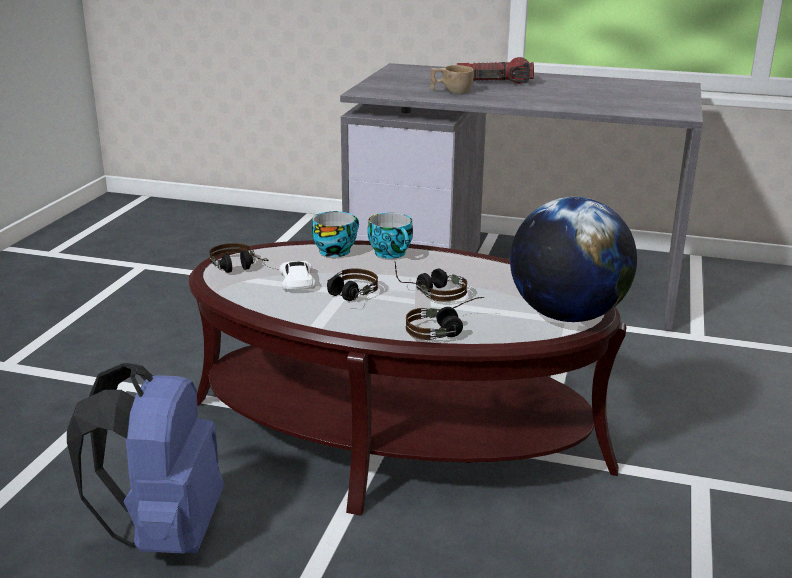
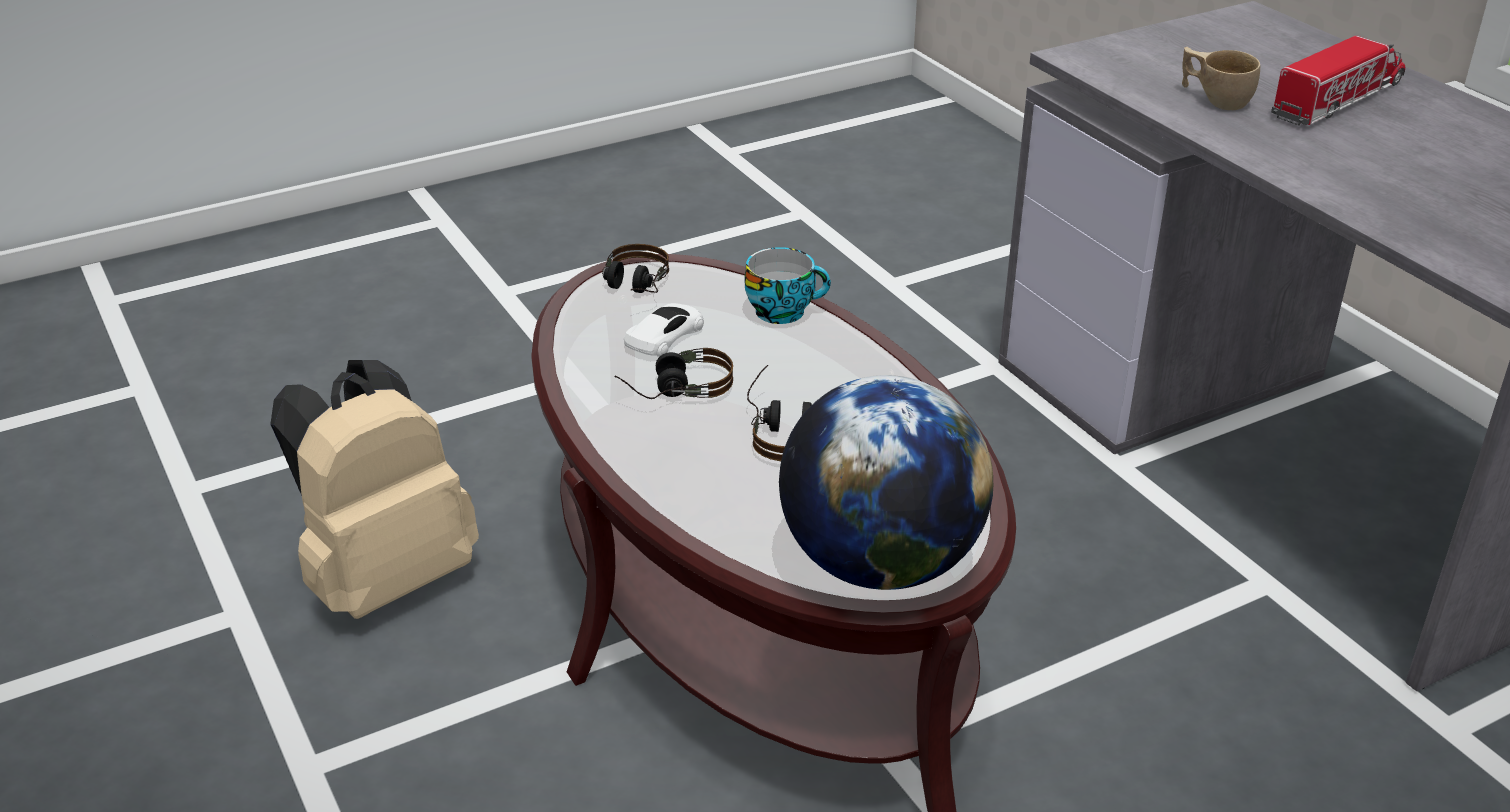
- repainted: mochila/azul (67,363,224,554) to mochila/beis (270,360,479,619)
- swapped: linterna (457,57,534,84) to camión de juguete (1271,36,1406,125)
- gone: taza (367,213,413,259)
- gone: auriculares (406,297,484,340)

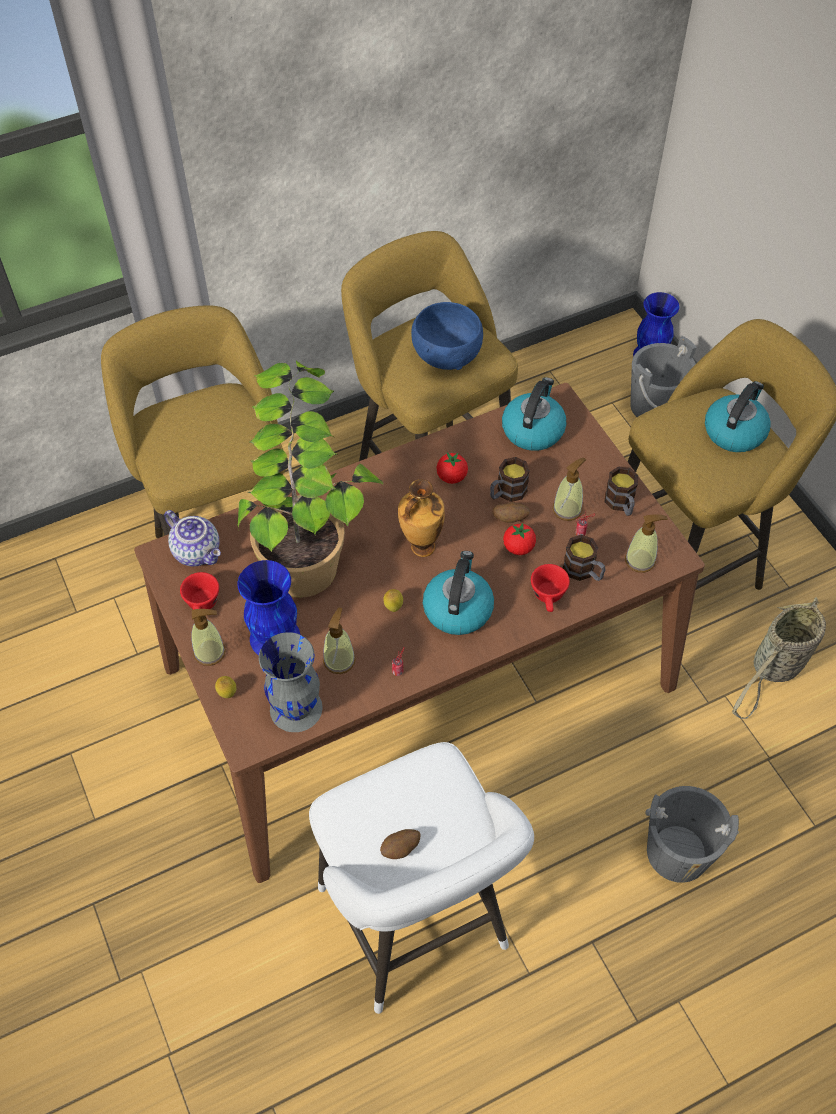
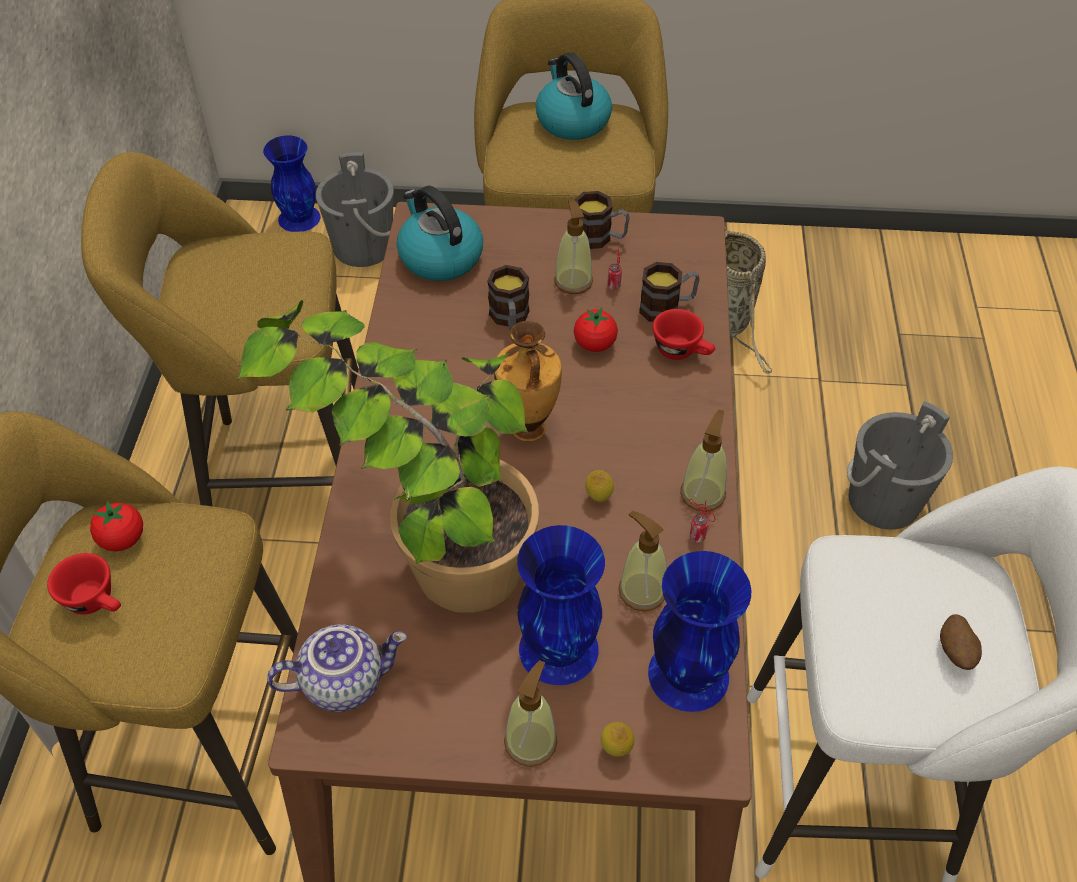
- shifted: taza/rojo (180,572,219,610) to (47,553,121,614)
- shifted: tomate (436,452,468,484) to (90,501,143,551)
- repainted: florero/gris (259,632,323,732) to florero/azul (648,551,751,712)
- shifted: dispensador de jabón (625,515,668,573) to (680,410,727,512)
- gone: cuenco/azul (411,302,483,370)
- gone: hervidor (423,551,494,635)
- gone: patata (492,502,530,523)

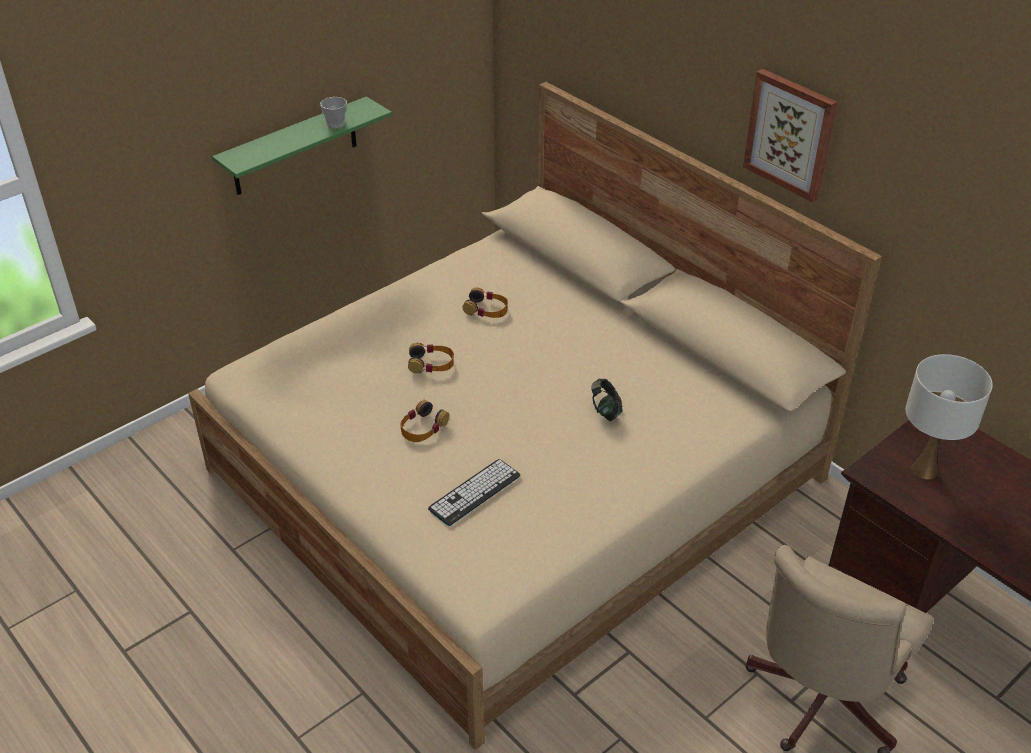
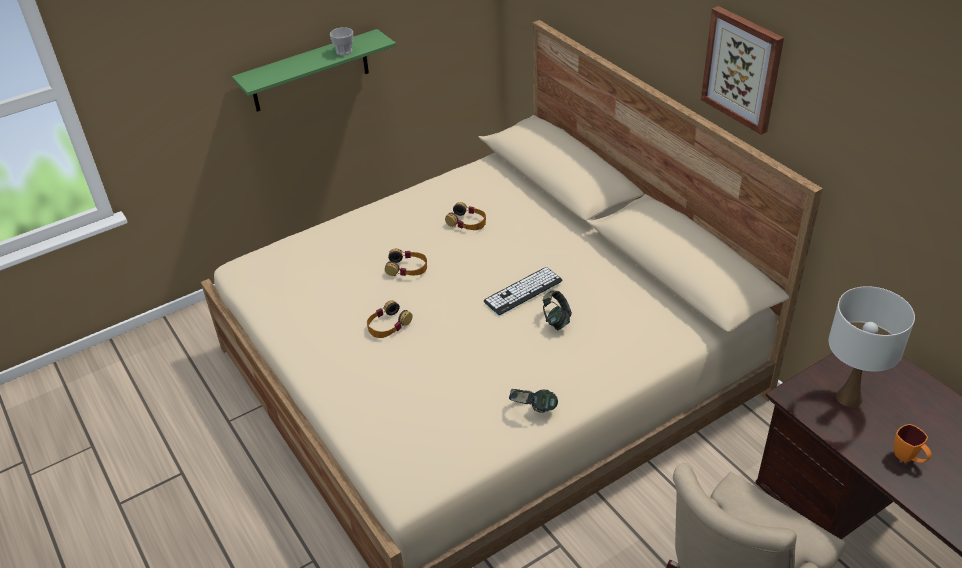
- shifted: teclado (428,459,520,526) to (484,267,562,315)
- new: auriculares (509,389,558,413)
- new: taza grande/naranja (894,424,932,463)

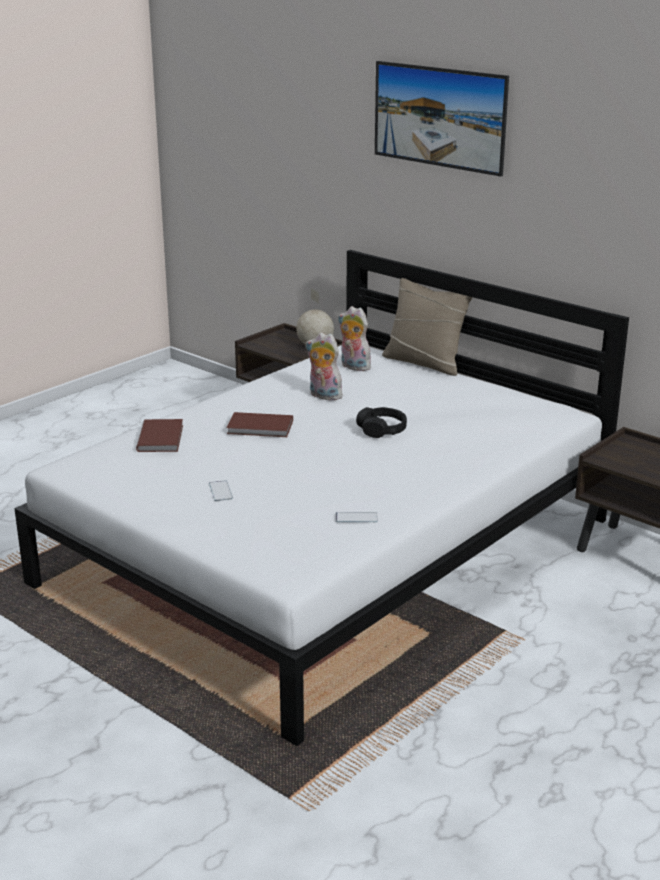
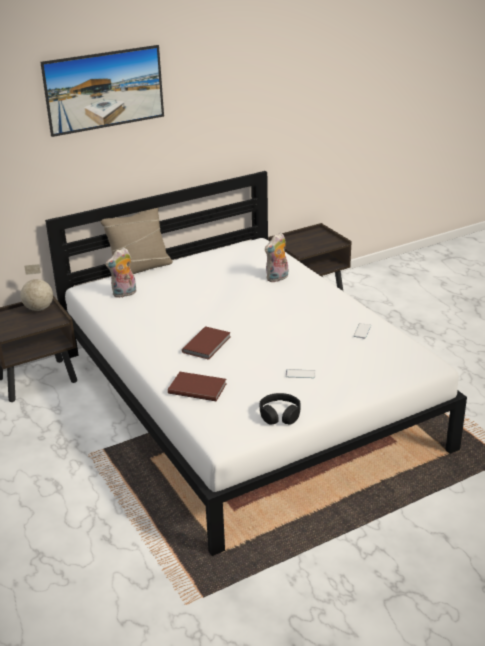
- shifted: auriculares/negro (356,407,407,438) to (260,393,301,425)
- shifted: peluche (305,332,343,401) to (265,233,288,283)

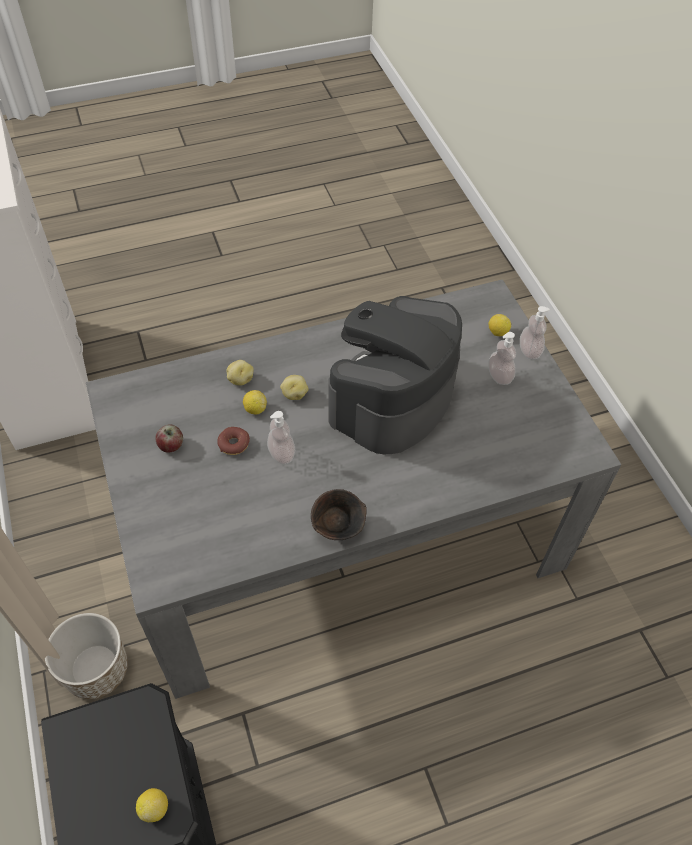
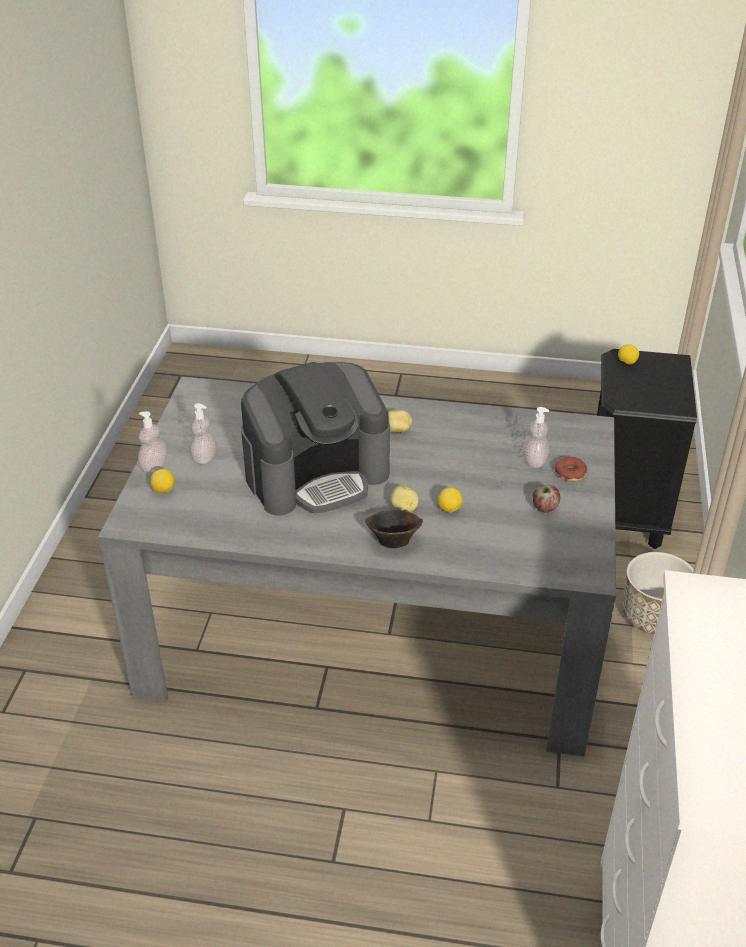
- shifted: cuenco/marrón (311,489,367,540) to (365,510,423,548)
- shifted: patata (227,360,254,385) to (388,410,412,433)
- shifted: dispensador de jabón (267,411,295,465) to (523,407,549,468)
- shifted: rosquilla (217,427,250,455) to (555,457,587,482)

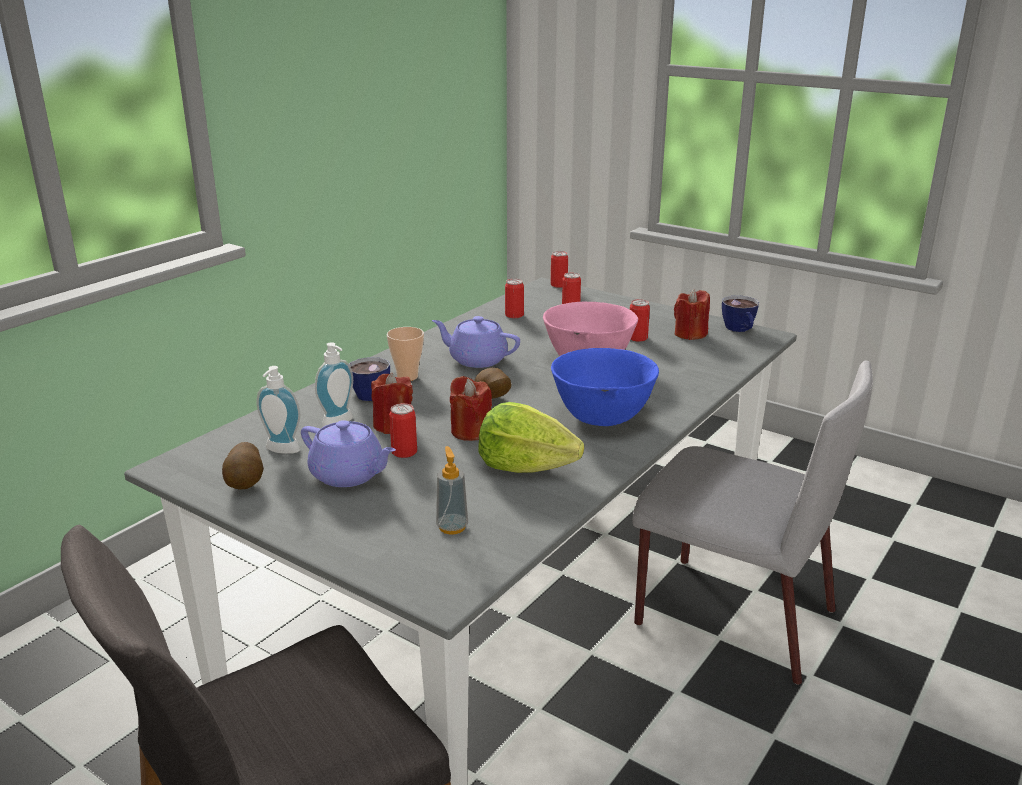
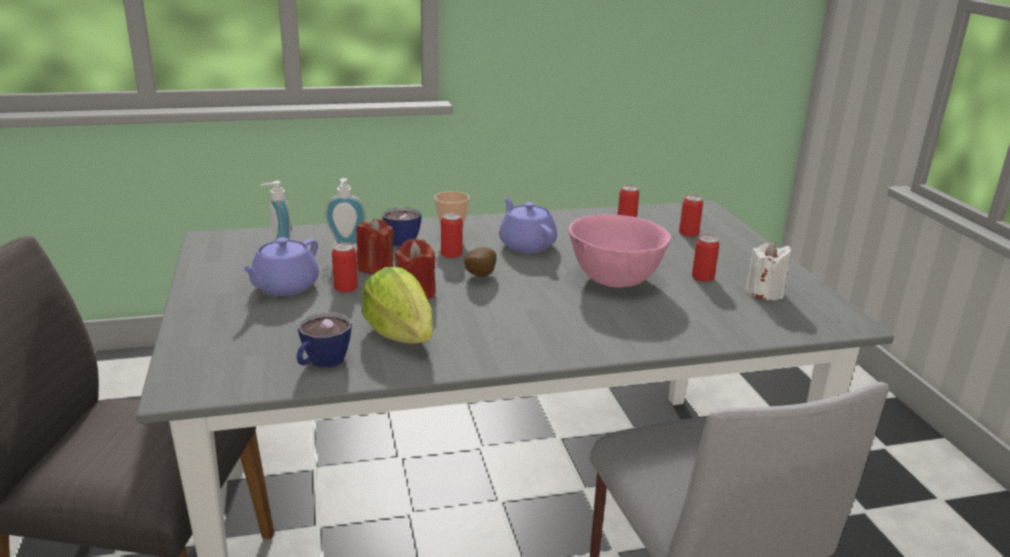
- rotated: tetera/morado (301,420,396,487) = (241,238,319,296) 45 degrees clockwise
- shifted: taza (722,295,759,332) to (296,312,352,367)
- shifted: lata (550,251,568,288) to (441,213,463,258)
- repainted: vela/rojo (674,289,710,340) to vela/blanco (746,241,791,300)
- gone: patata (222,442,264,489)
- gone: dispensador de jabón (436,446,468,535)
- gone: cuenco/azul (551,348,659,426)

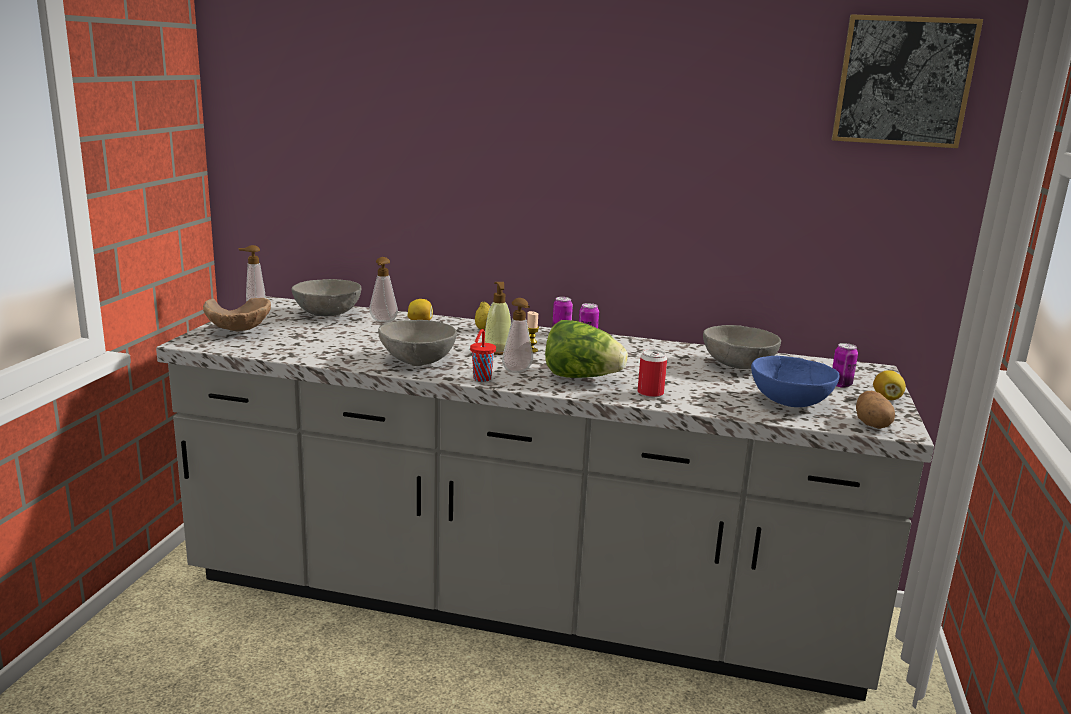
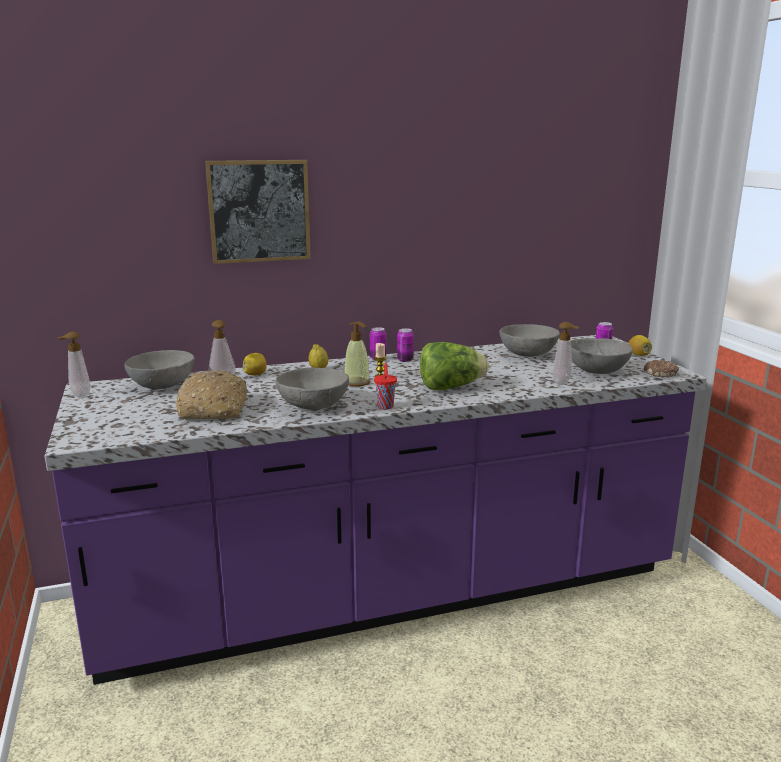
- repainted: mueble bajo de cocina/gris (156,296,934,701) to mueble bajo de cocina/morado (45,335,707,685)
- new: pan (176,370,247,419)
- shifted: cuadro (831,14,983,148) to (205,160,311,264)
- shifted: dispensador de jabón (502,298,533,373) to (552,322,579,385)
- repainted: cuenco/azul (751,356,840,407) to cuenco/gris (571,338,633,374)
- swapped: patata (856,391,895,429) to rosquilla (644,360,679,377)
- gone: cuenco/marrón (203,298,271,331)
- gone: lata (638,349,667,398)

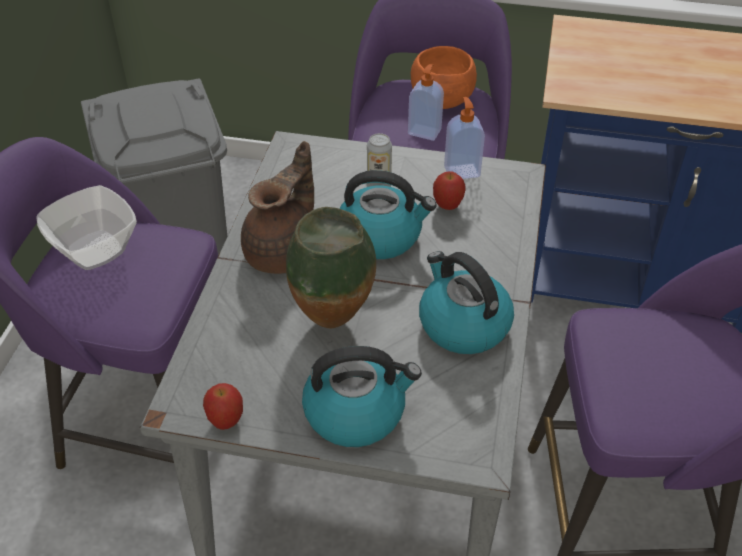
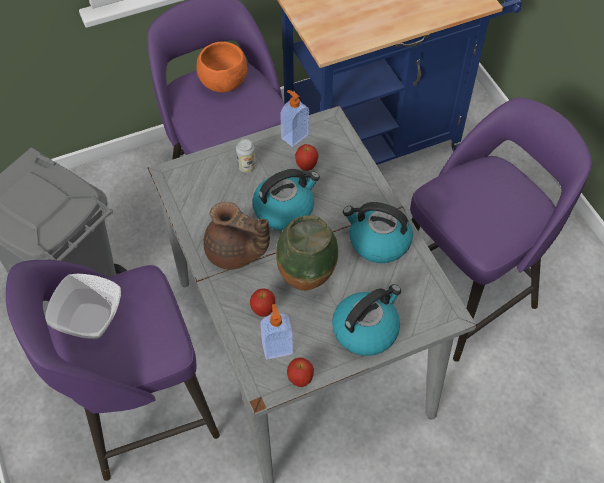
- rotated: tetera/marrón (241,141,314,274) = (203,202,270,270) 120 degrees clockwise
- new: manzana (250,288,275,317)
- shifted: dispensador de jabón (408,64,444,141) to (260,304,293,359)

